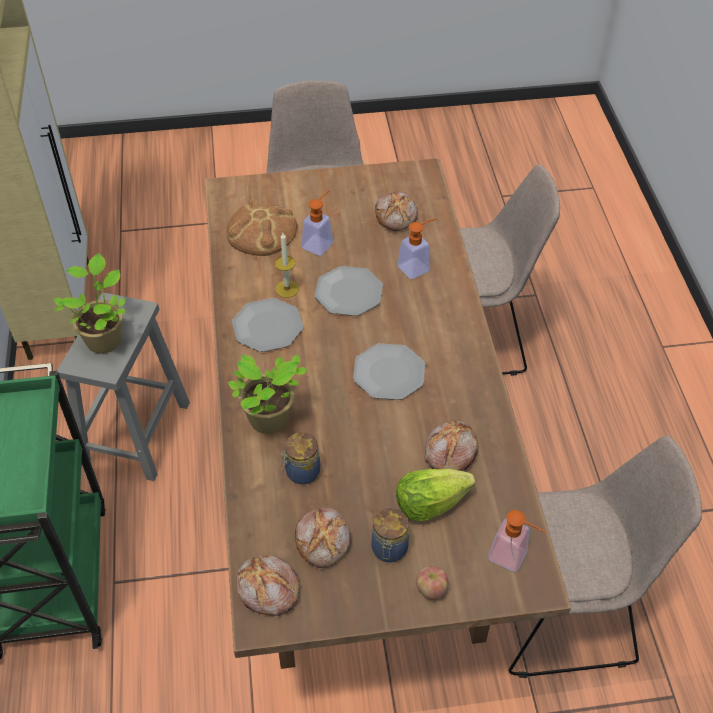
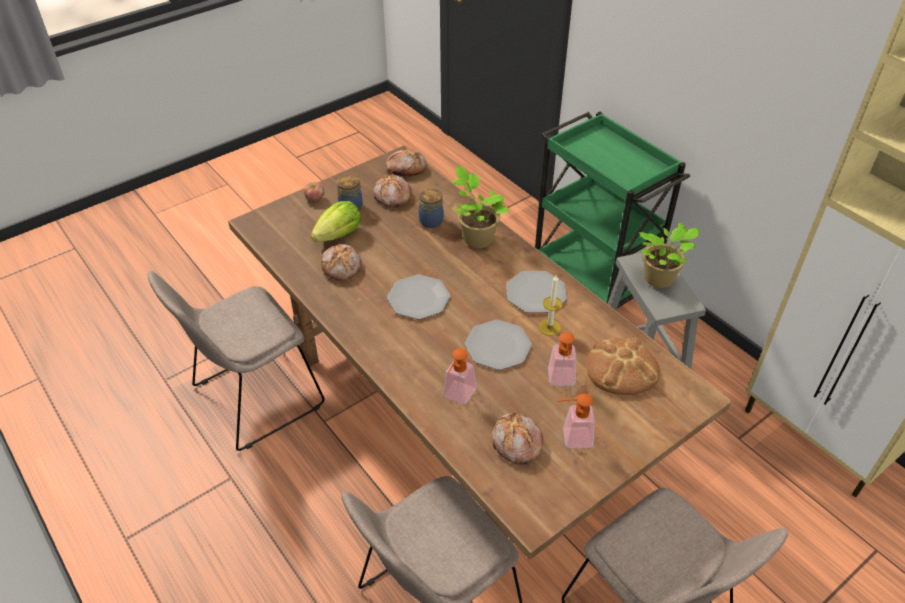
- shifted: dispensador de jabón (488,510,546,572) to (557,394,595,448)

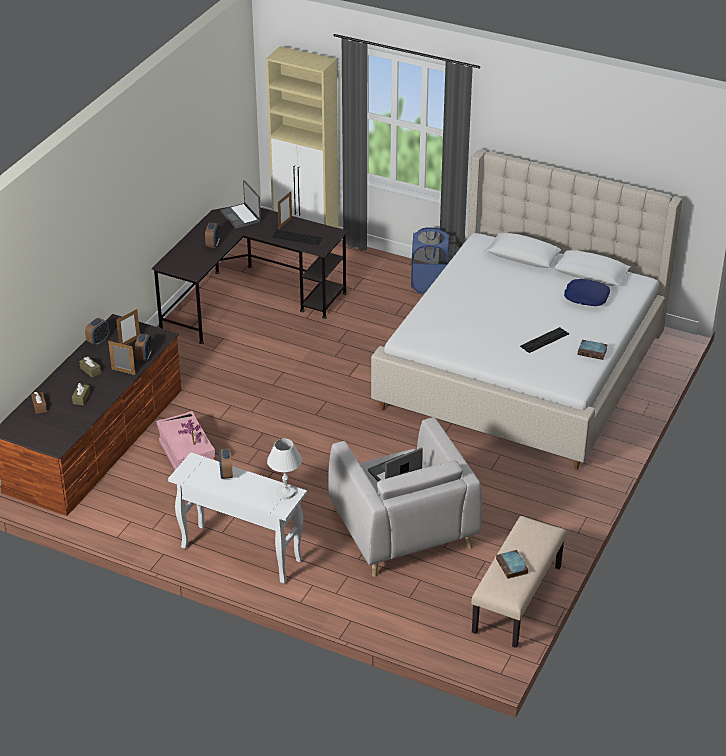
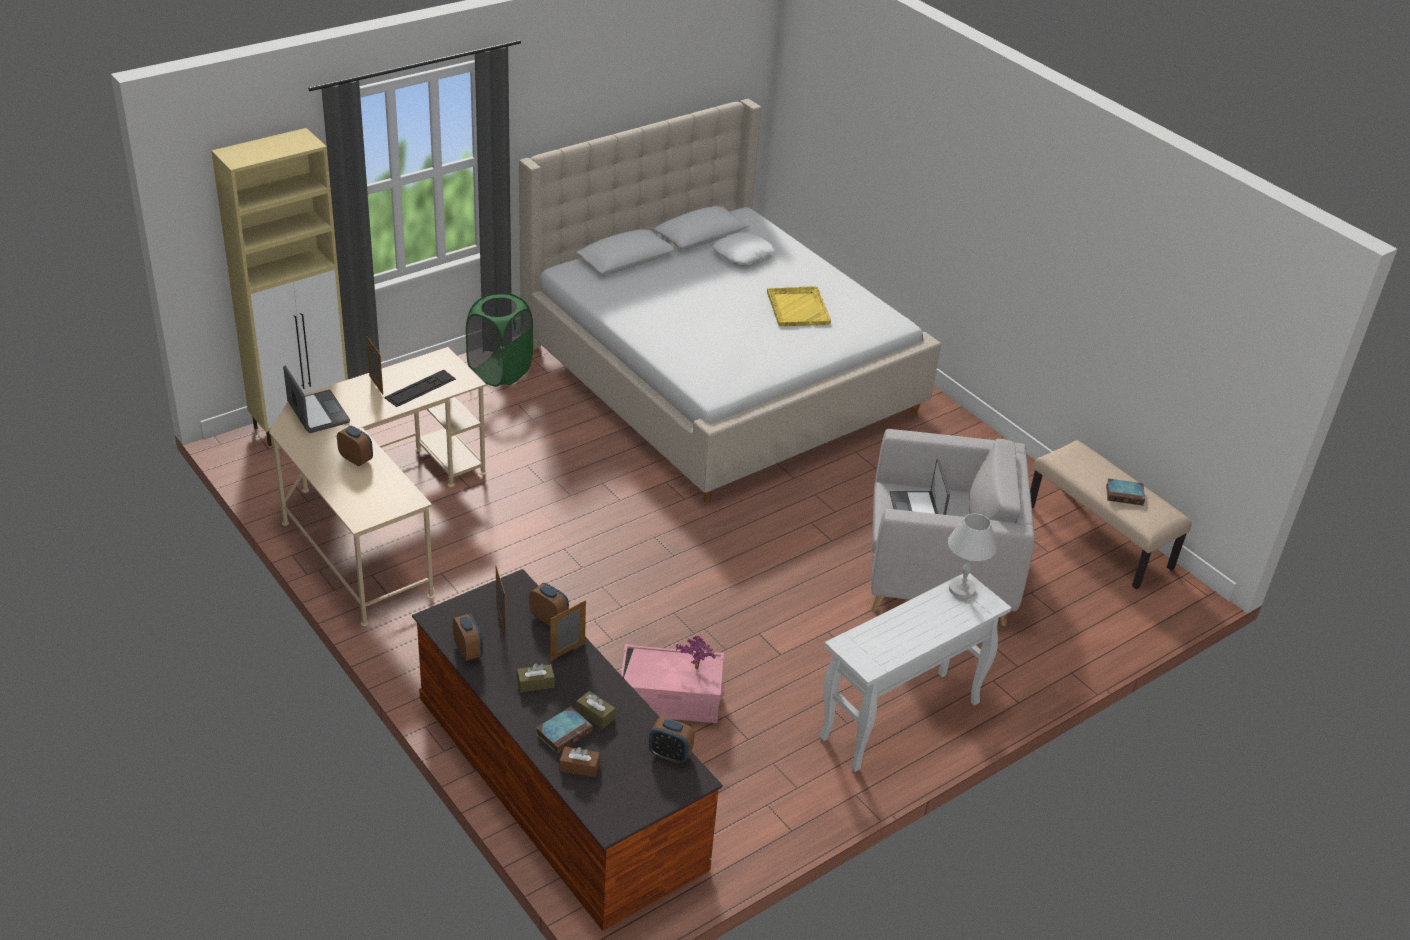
- repainted: escritorio/negro (152,206,348,344) to escritorio/beis (269,347,487,626)
- rotated: portátil (220,180,261,229) = (283,366,350,433) 120 degrees counterclockwise
- repainted: cesto de la ropa/azul (411,227,449,294) to cesto de la ropa/verde (466,293,533,387)
- shifted: libro (578,340,608,360) to (536,707,593,754)
- shifted: despertador (219,448,233,479) to (649,717,694,763)
- repainted: cojín/azul (564,279,610,306) to cojín/blanco (713,232,774,264)
- swapped: teclado (520,327,569,353) to bandeja/amarillo (767,286,831,326)

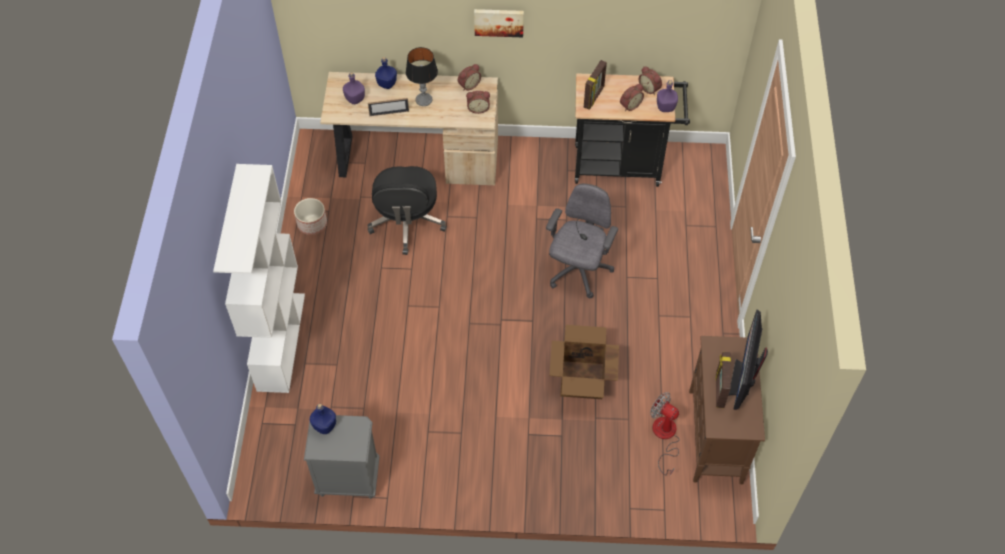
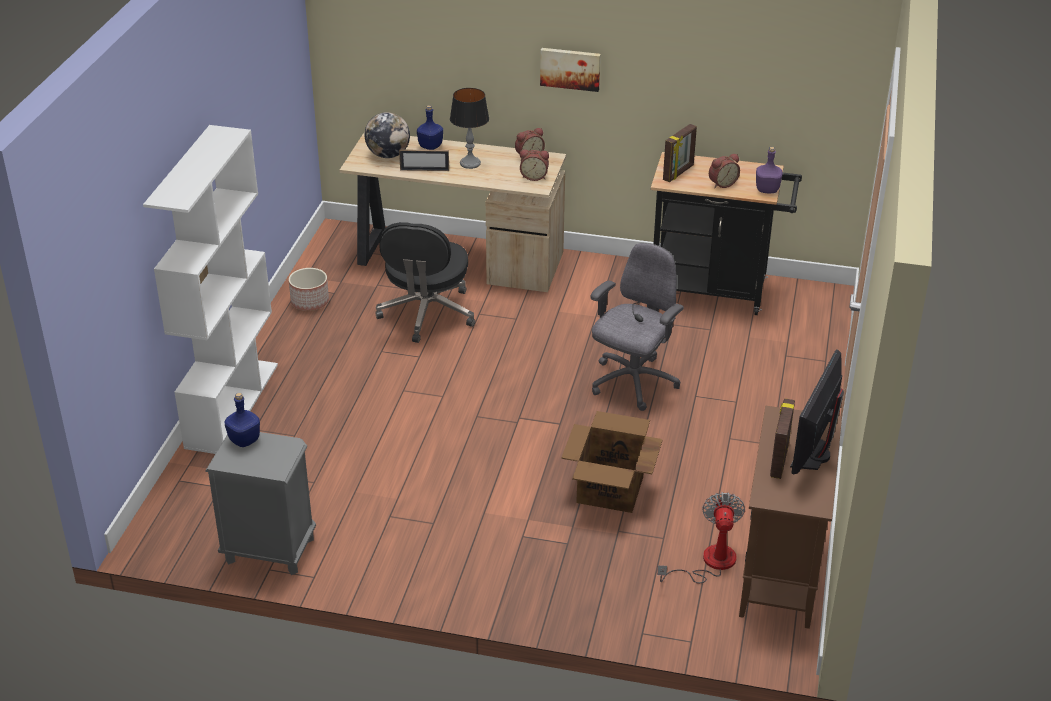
- swapped: botella/morado (343,72,365,104) to globo terráqueo (364,112,410,158)
- rotated: ventilador (650,392,680,475) = (657,492,745,584) 45 degrees clockwise
- gone: despertador (639,66,662,95)

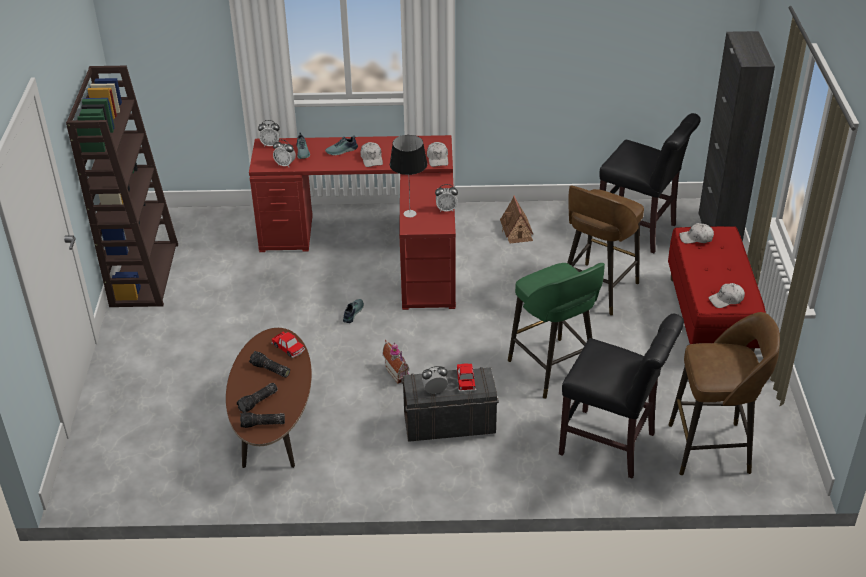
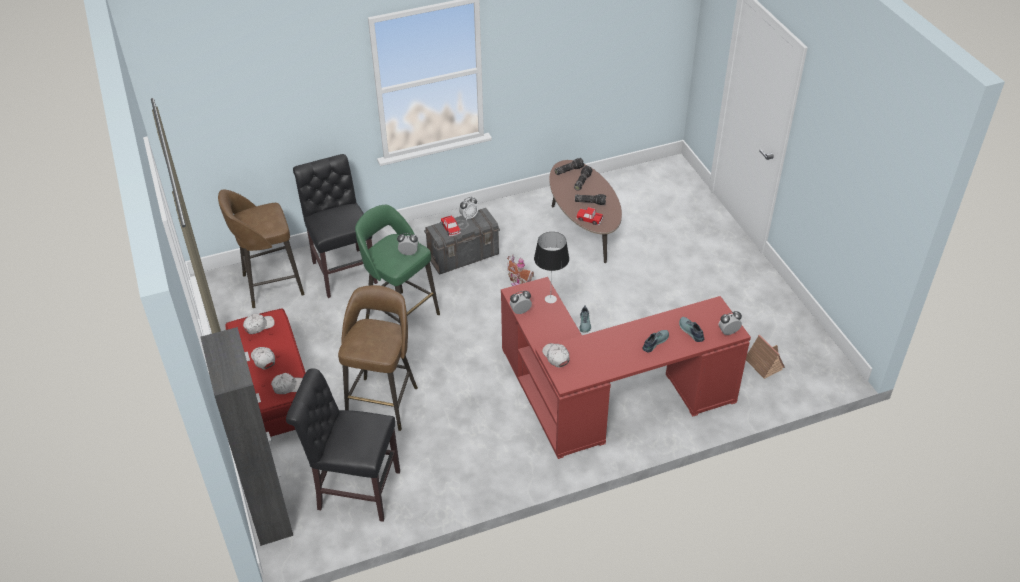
- shifted: gorra/blanco (361,142,383,167) to (251,347,275,370)
- rotated: silla/negro (559,314,684,479) = (293,154,378,298) 60 degrees clockwise
- shifted: despertador (273,139,296,167) to (397,233,418,256)
- shifted: casita (500,195,534,244) to (746,335,785,379)
- gone: estantería/marrón (66,65,178,307)

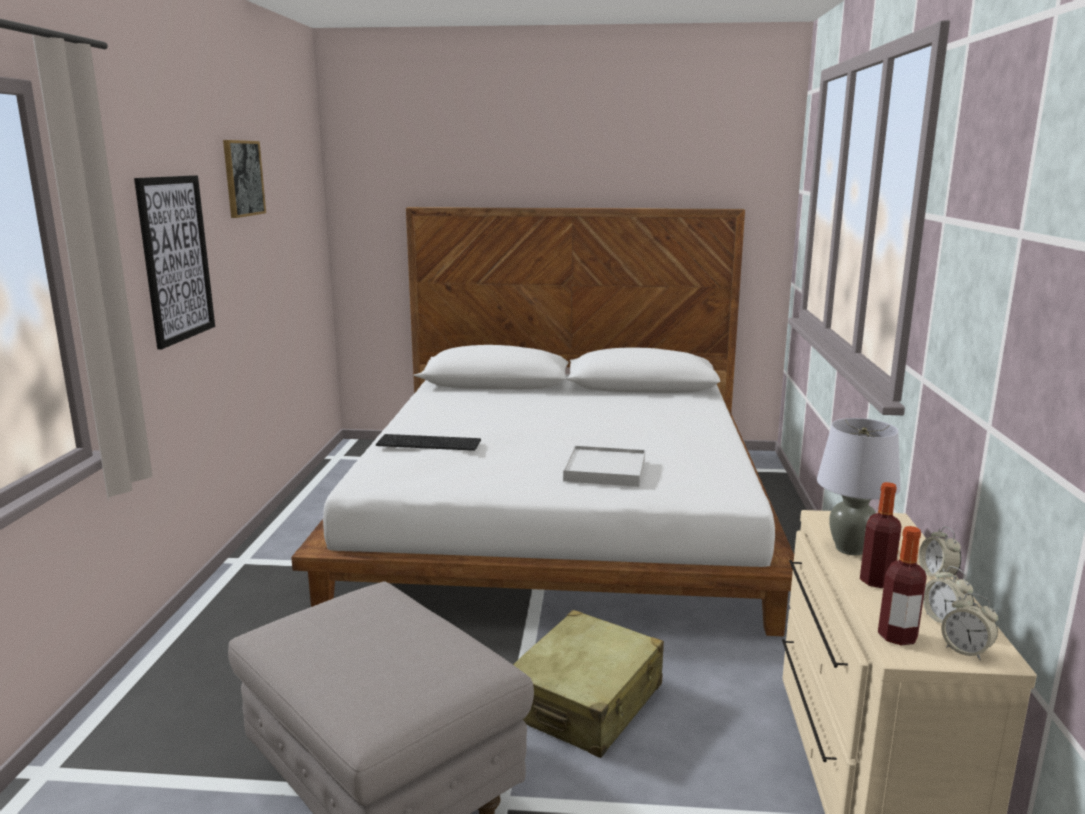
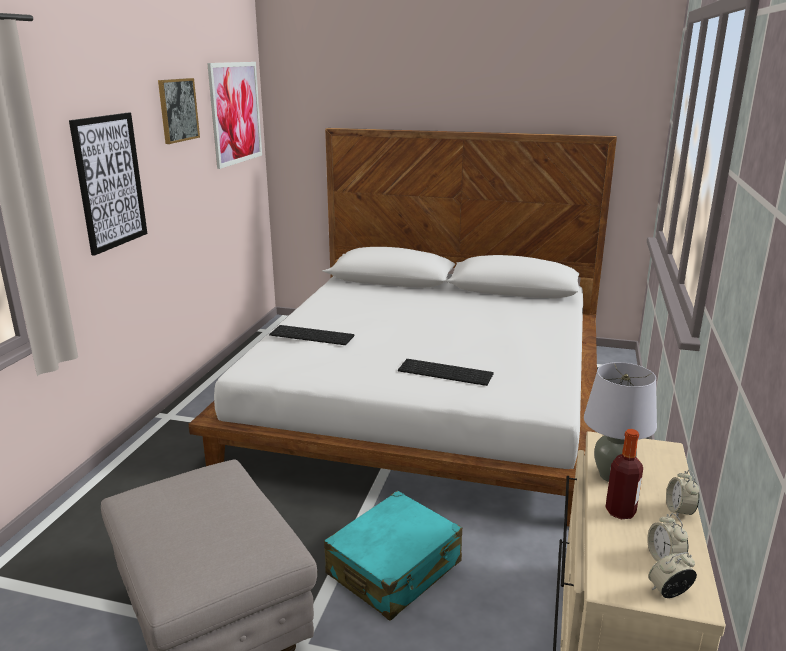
- new: cuadro (207,62,262,169)
- repainted: maleta/beis (513,610,664,758) to maleta/turquesa (324,491,462,621)
- swapped: bandeja/blanco (563,446,645,487) to teclado (398,359,494,386)
- rotated: despertador (941,593,998,661) = (648,552,697,598) 105 degrees clockwise
- gone: botella (878,526,927,646)

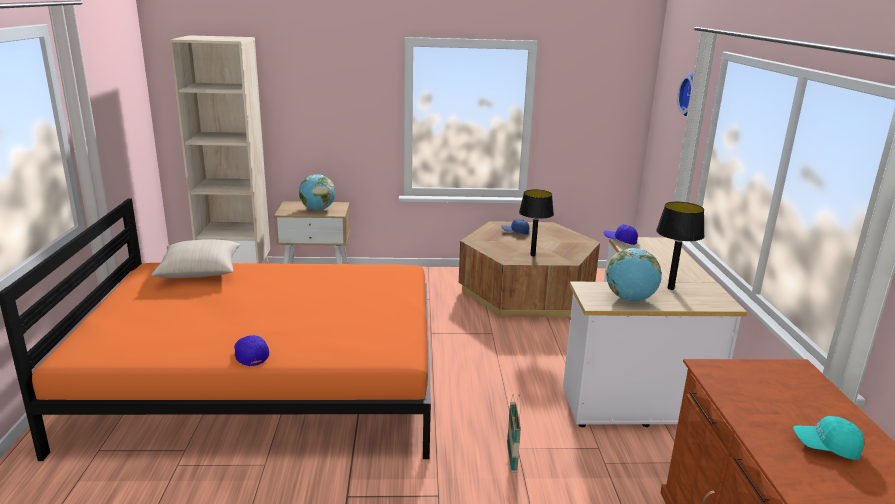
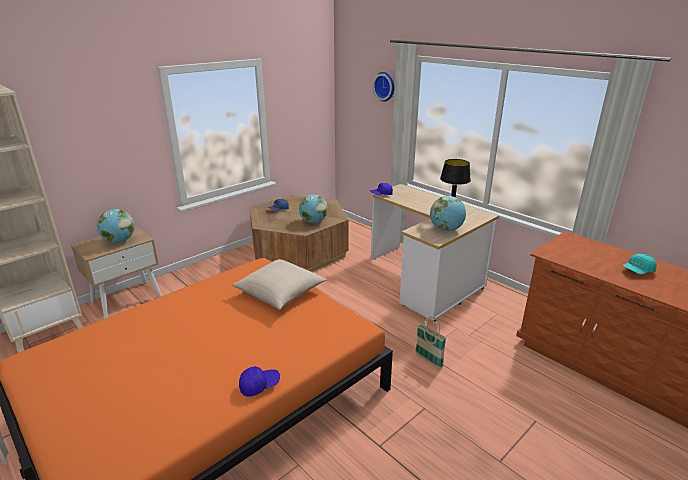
- shifted: cojín/beis (151,239,240,278) to (232,259,327,310)
- rotated: gorra/azul (234,335,269,366) = (239,366,280,397) 135 degrees clockwise
- swapped: lámpara de mesa/negro (519,189,554,256) to globo terráqueo (299,194,328,223)

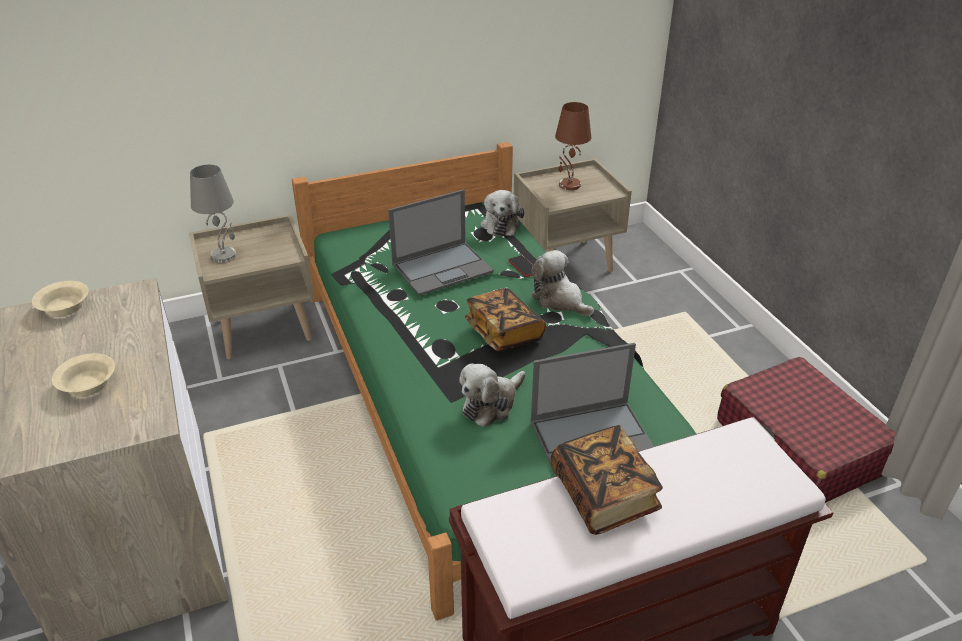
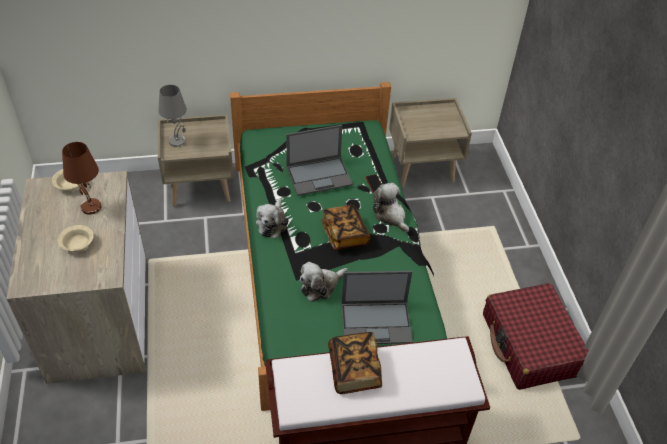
- shifted: lámpara de mesa/marrón (555,102,591,190) to (62,142,101,215)
- shifted: peluche (480,190,524,236) to (256,198,288,238)

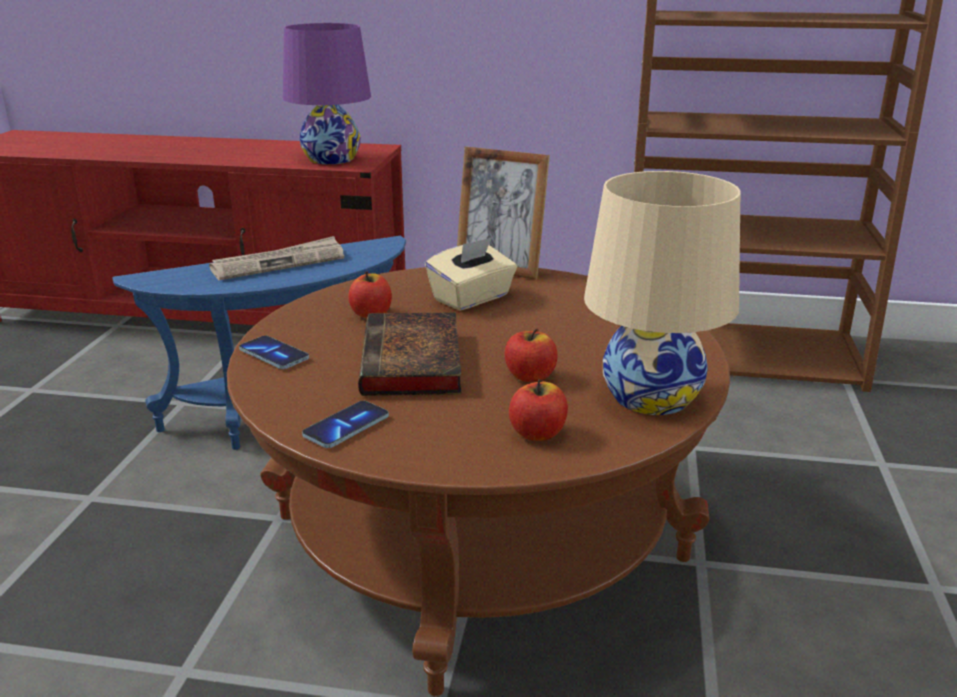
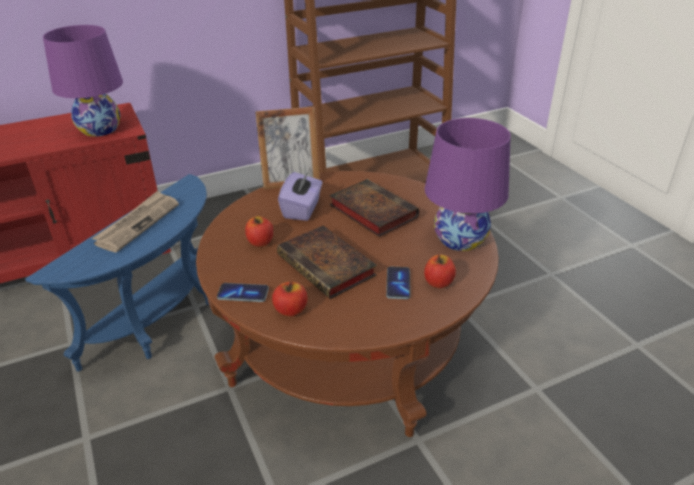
- shifted: manzana (505,328,558,382) to (272,282,307,316)
- repainted: caja de pañuelos/beis (425,237,517,311) to caja de pañuelos/morado (278,171,323,221)
- new: libro (329,179,419,237)
- shifted: móvil (302,401,389,448) to (386,267,411,299)
- repainted: lámpara de mesa/beis (584,171,740,415) to lámpara de mesa/morado (425,118,511,251)

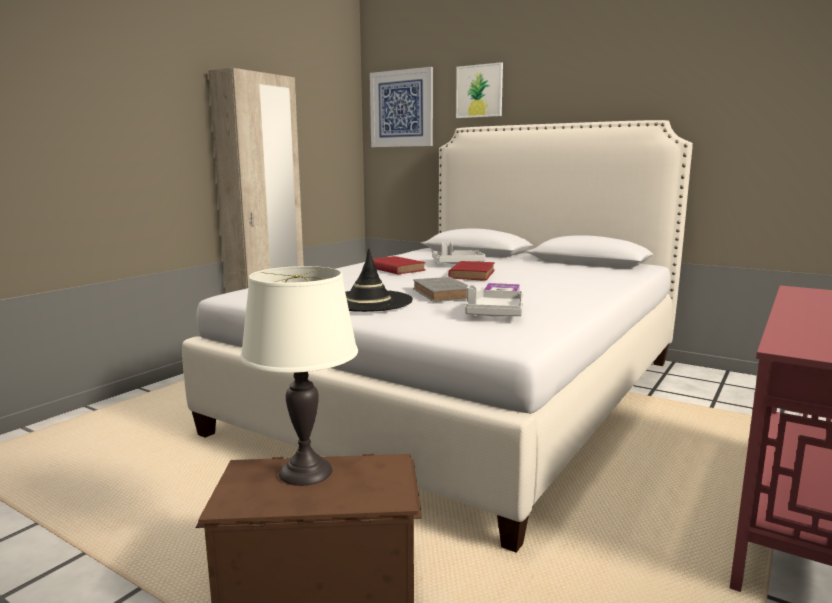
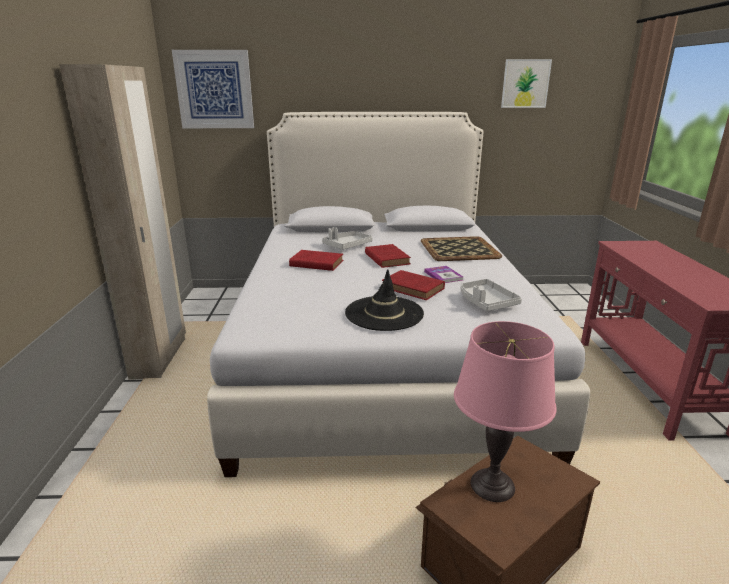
- repainted: libro/gris (413,277,468,302) to libro/rojo (382,270,445,300)
- new: bandeja (421,236,502,261)
- repainted: lámpara de mesa/blanco (240,266,358,486) to lámpara de mesa/rosa (454,321,557,502)
- shifted: cuadro (456,62,503,118) to (501,59,552,108)

